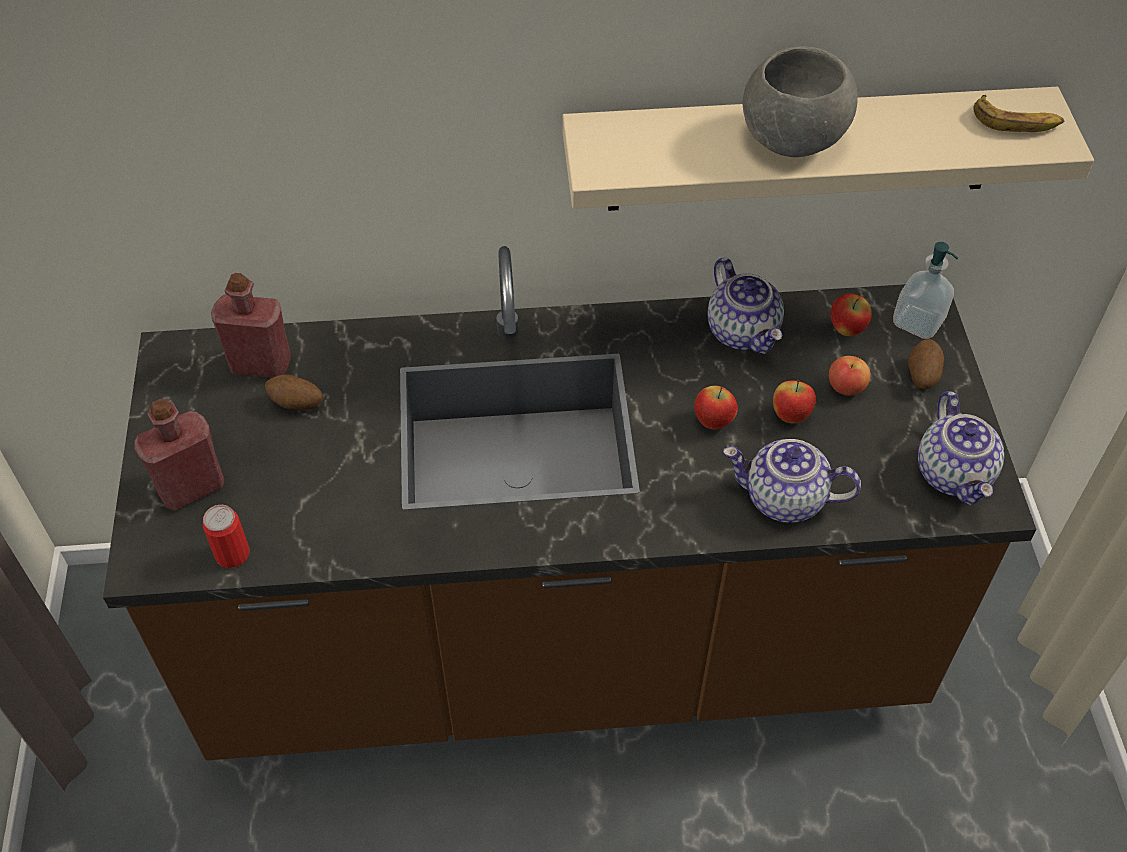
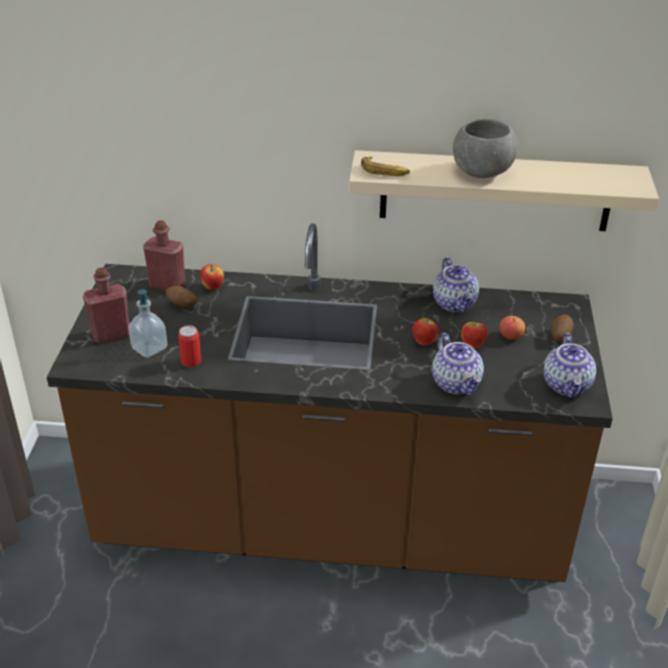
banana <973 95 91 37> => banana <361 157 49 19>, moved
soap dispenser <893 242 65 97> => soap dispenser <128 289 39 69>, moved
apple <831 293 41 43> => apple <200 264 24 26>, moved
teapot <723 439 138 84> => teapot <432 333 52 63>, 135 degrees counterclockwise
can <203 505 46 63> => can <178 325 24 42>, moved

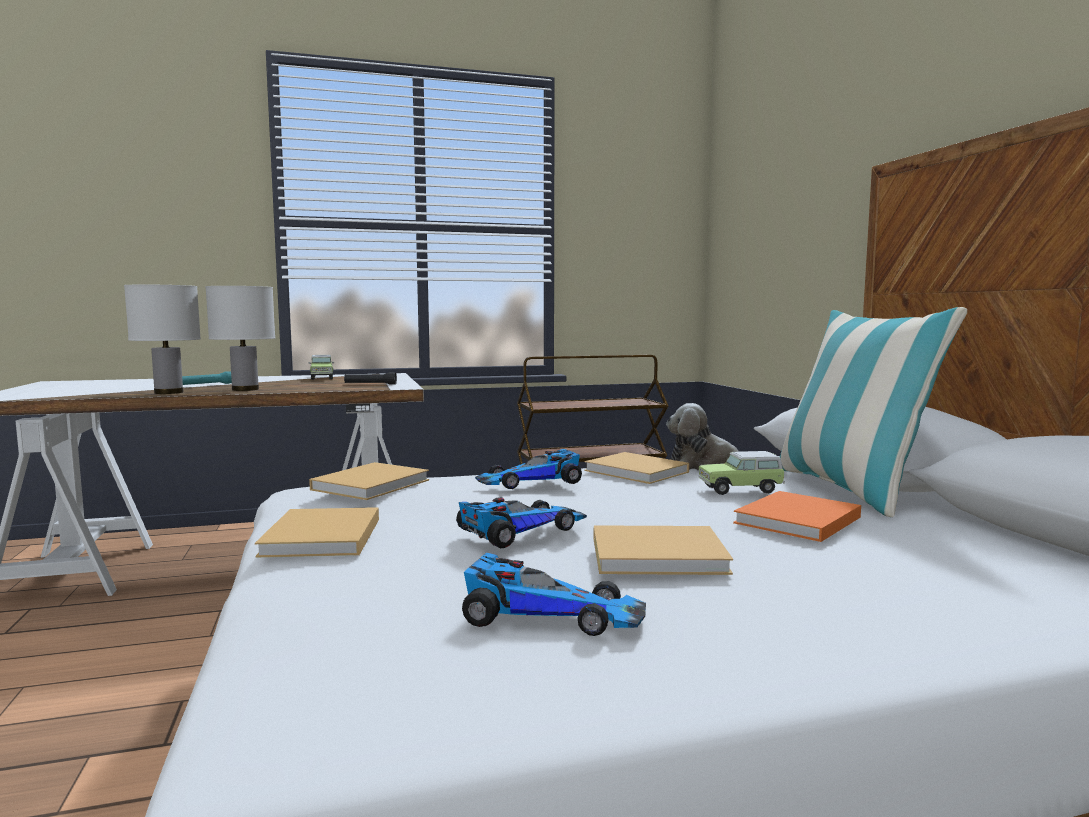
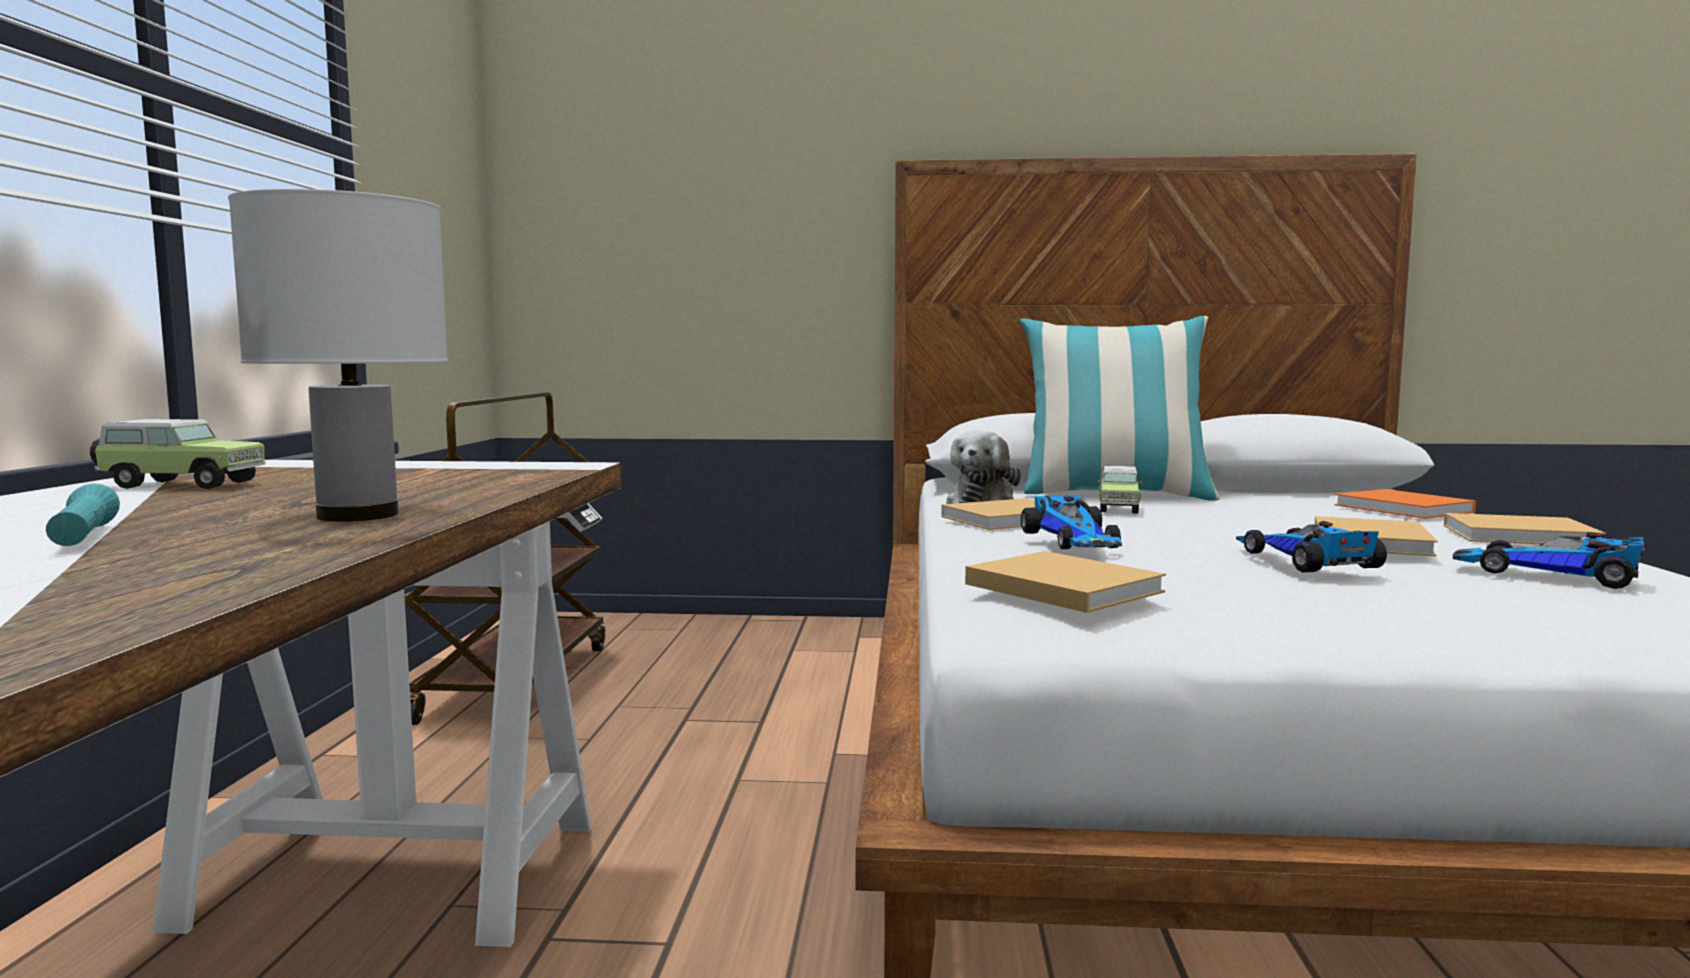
white table lamp <124 285 77 109> => nothing
black flashlight <344 372 53 13> => nothing
orange book <733 491 128 51> => orange book <1335 489 141 30>, moved
beige book <255 507 124 51> => beige book <1444 513 162 32>, moved
toy car <462 552 184 84> => toy car <1453 532 191 57>, 90 degrees counterclockwise

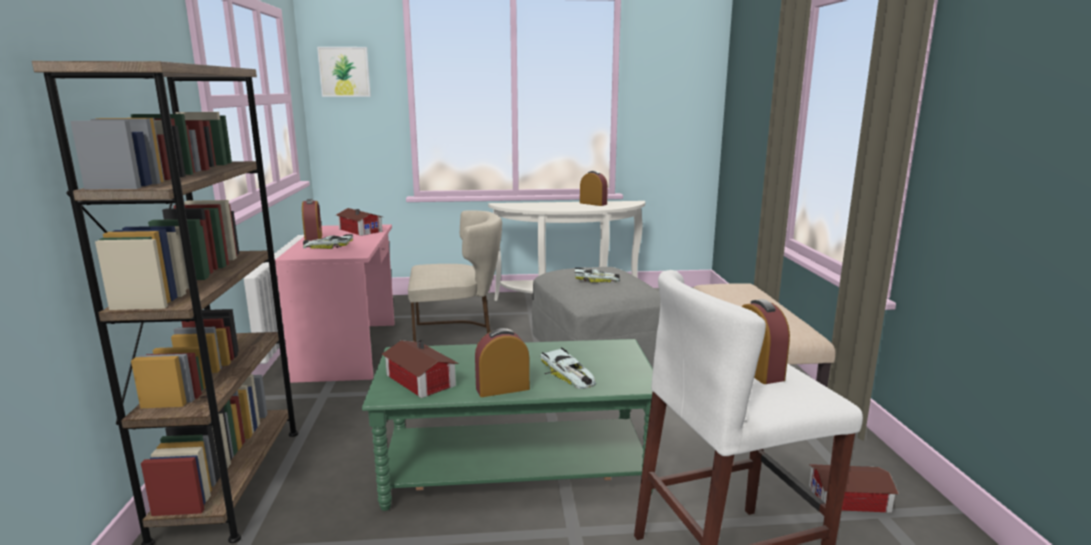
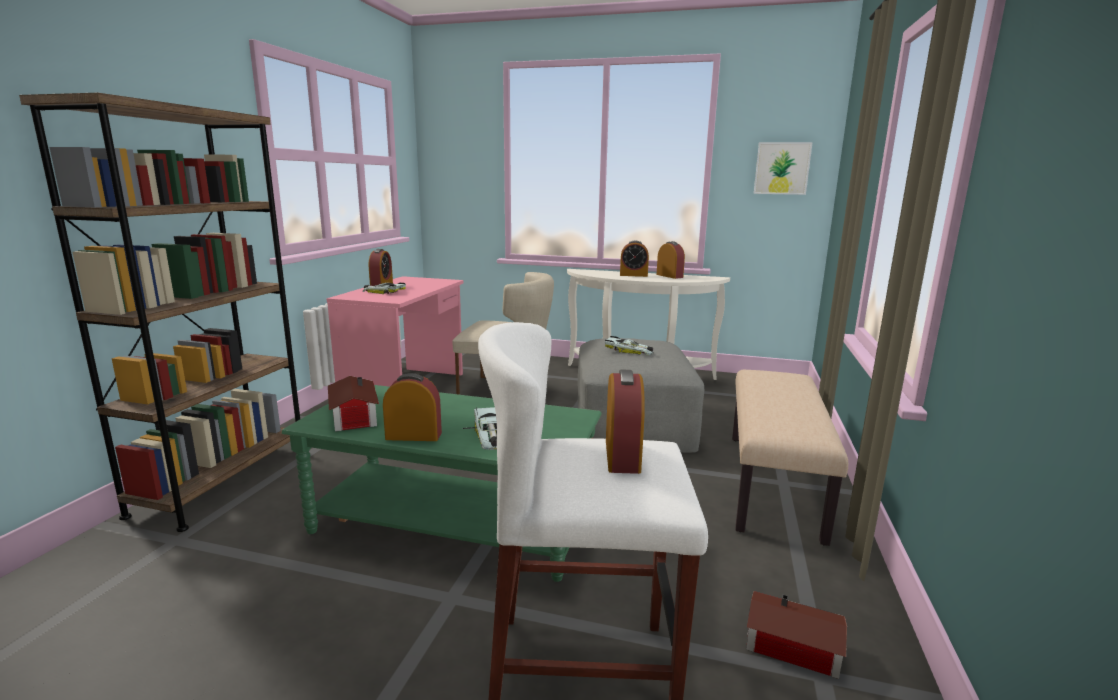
picture <317 47 54 50> => picture <754 142 59 53>, moved
toy house <336 208 47 28> => nothing
nothing => alarm clock <620 240 29 37>

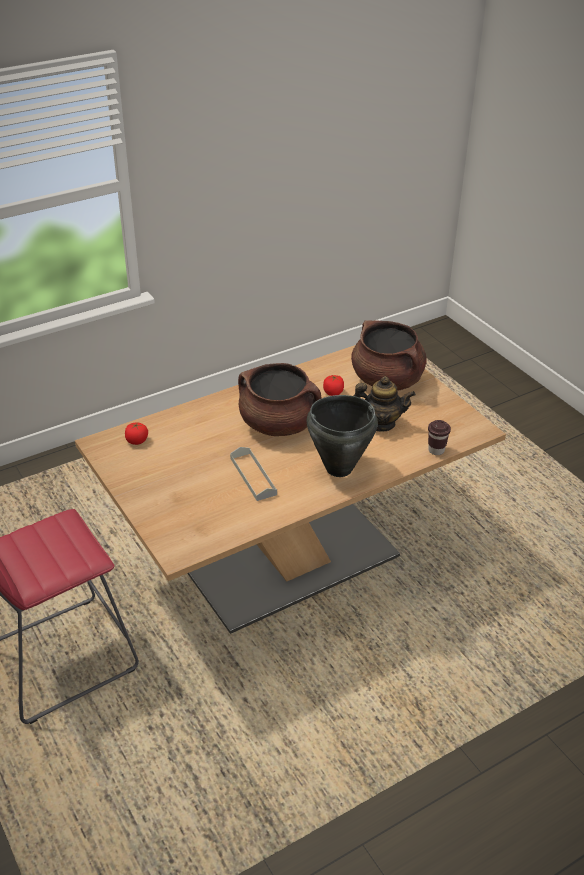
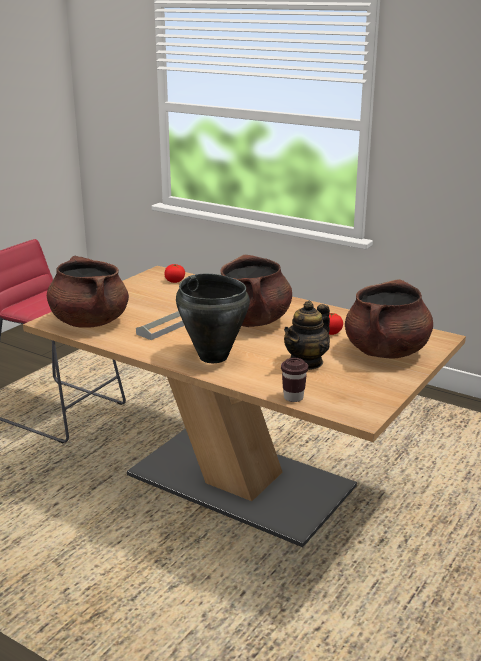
teapot <354 376 62 55> => teapot <284 301 46 69>, 60 degrees clockwise
nothing => brown cooking pot <47 256 82 72>

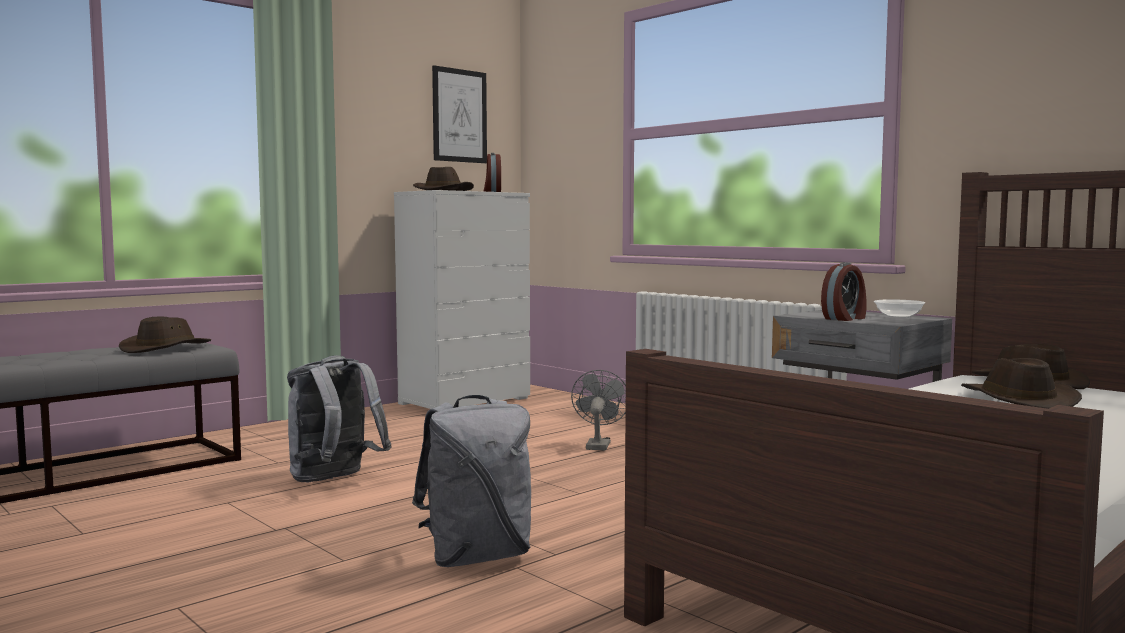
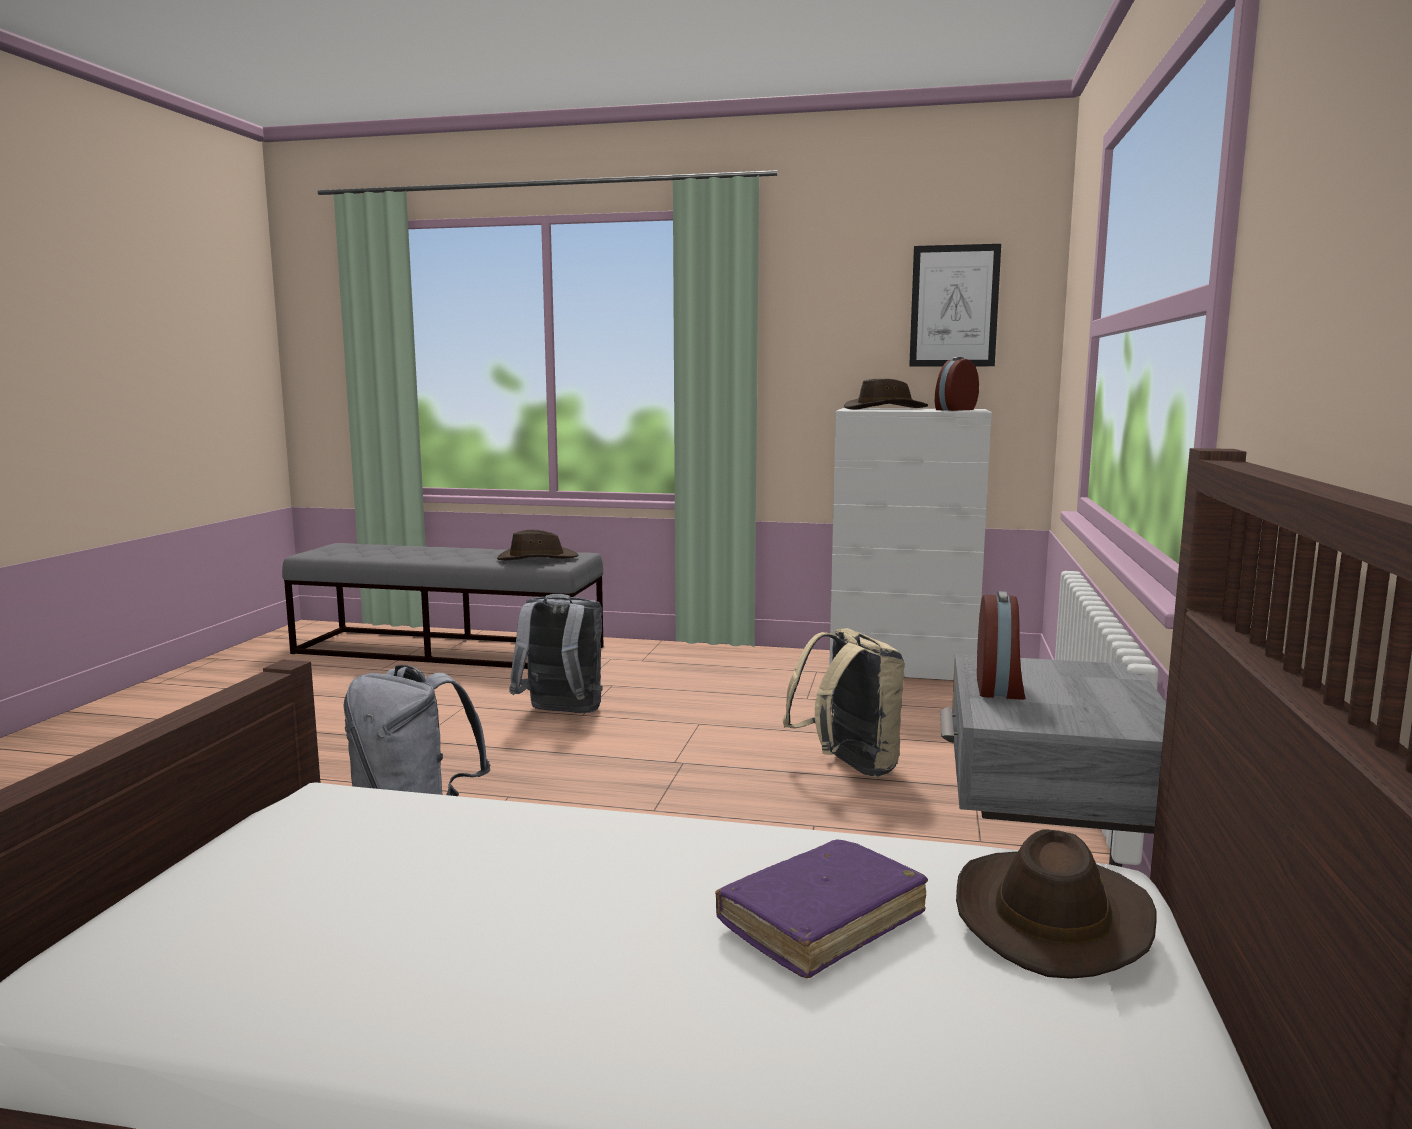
alarm clock <821 262 46 59> => alarm clock <977 591 49 109>, 90 degrees counterclockwise
bowl <874 299 51 19> => nothing
brown hat <961 358 121 51> => purple book <715 840 213 138>
grey fan <571 370 55 81> => beige backpack <783 628 122 149>

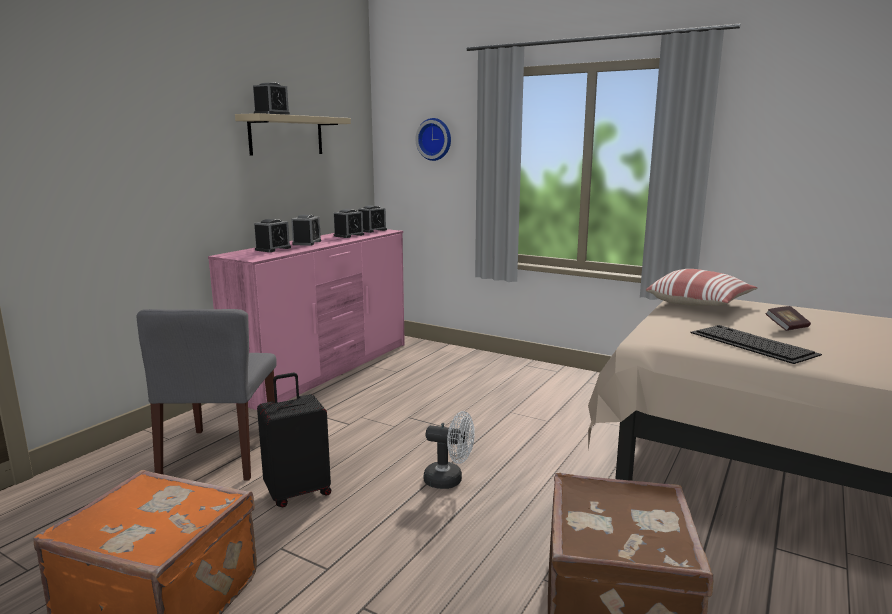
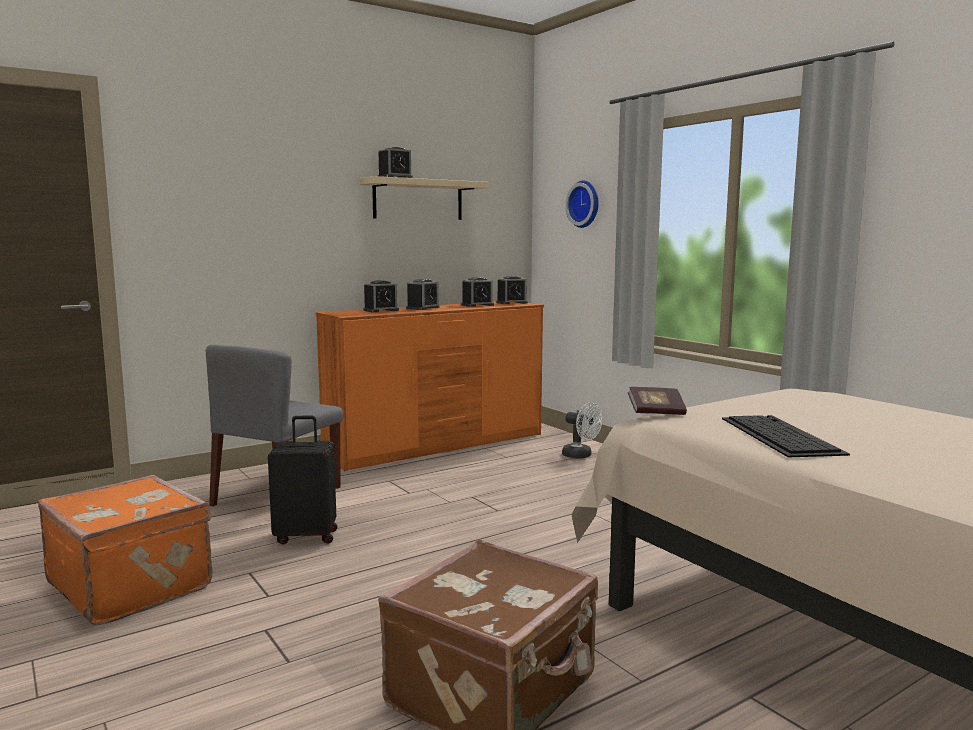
pink dresser <208 229 197 181> => orange dresser <316 302 228 169>
pillow <646 269 111 37> => nothing
book <765 306 46 25> => book <628 387 59 28>, moved
white fan <424 411 51 78> => white fan <562 402 41 57>, moved

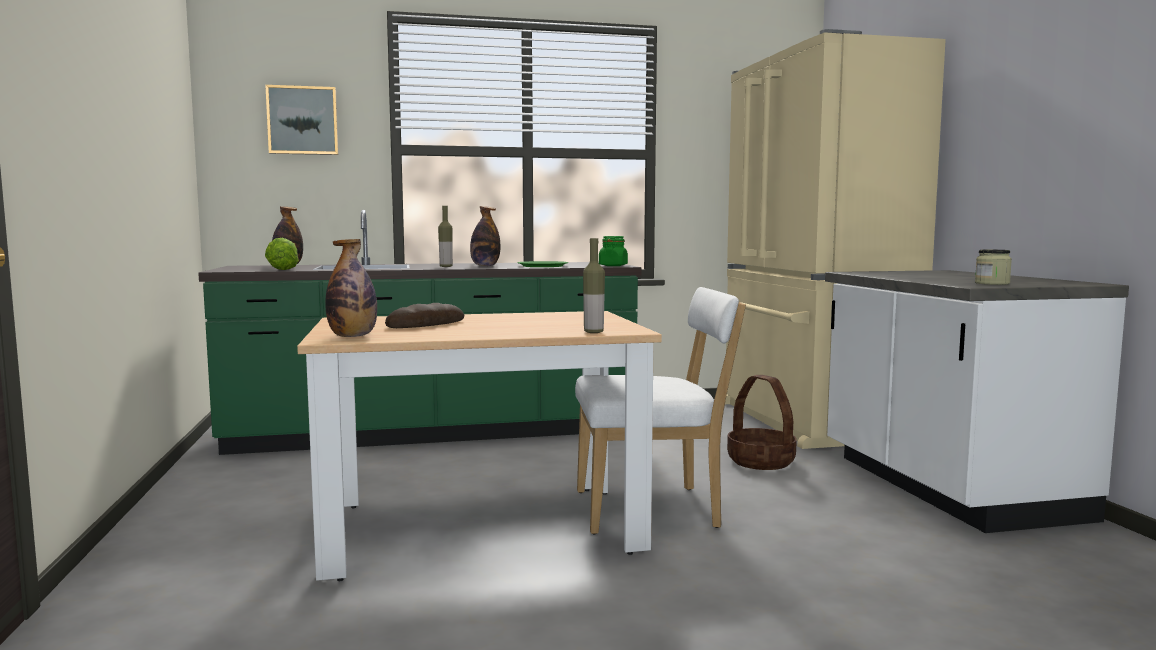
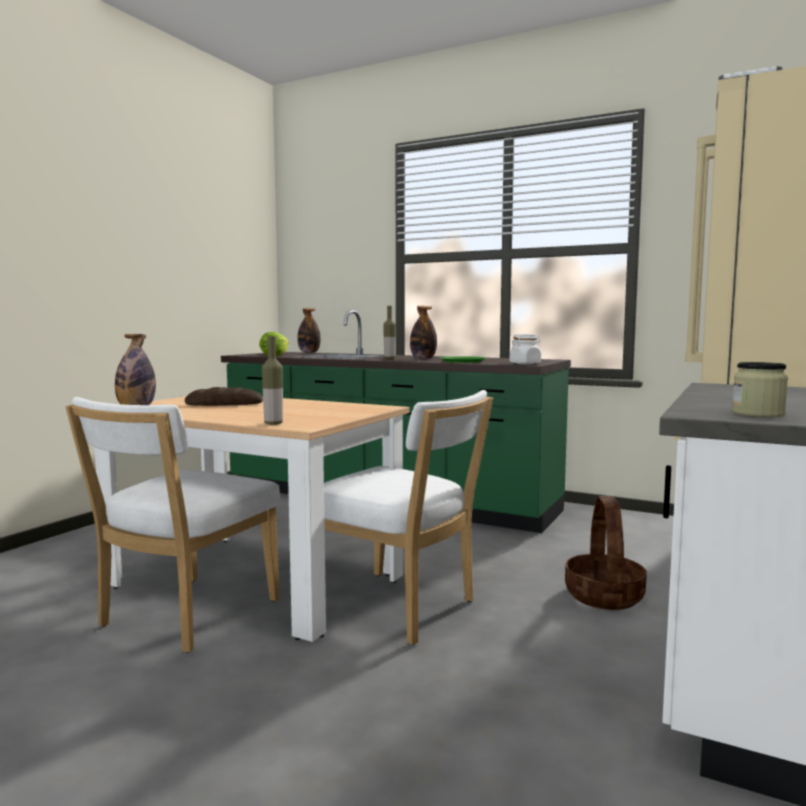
picture <265 85 74 70> => nothing
green jar <599 236 29 30> => white jar <510 334 31 30>
nothing => white chair <65 397 216 256>

